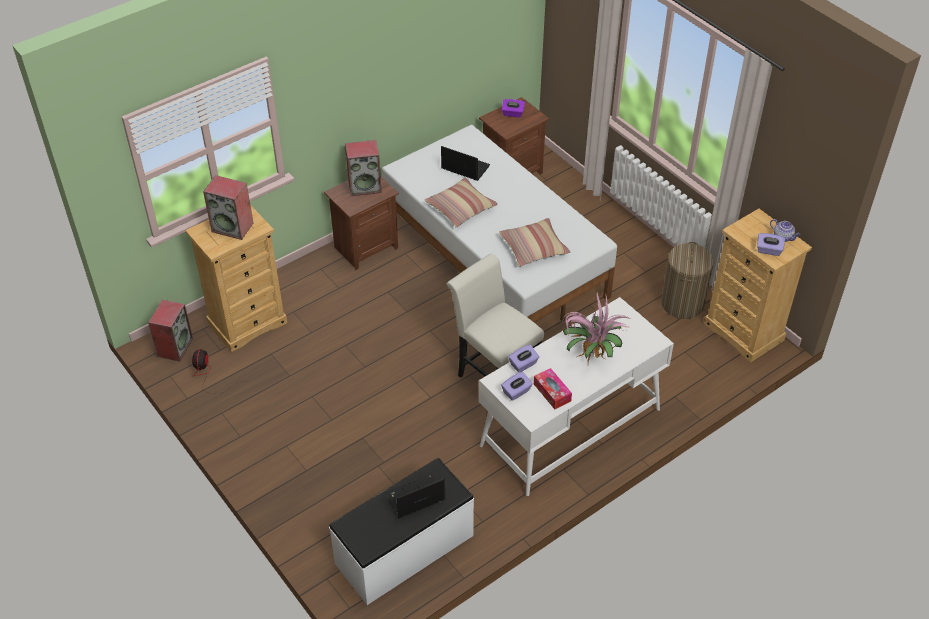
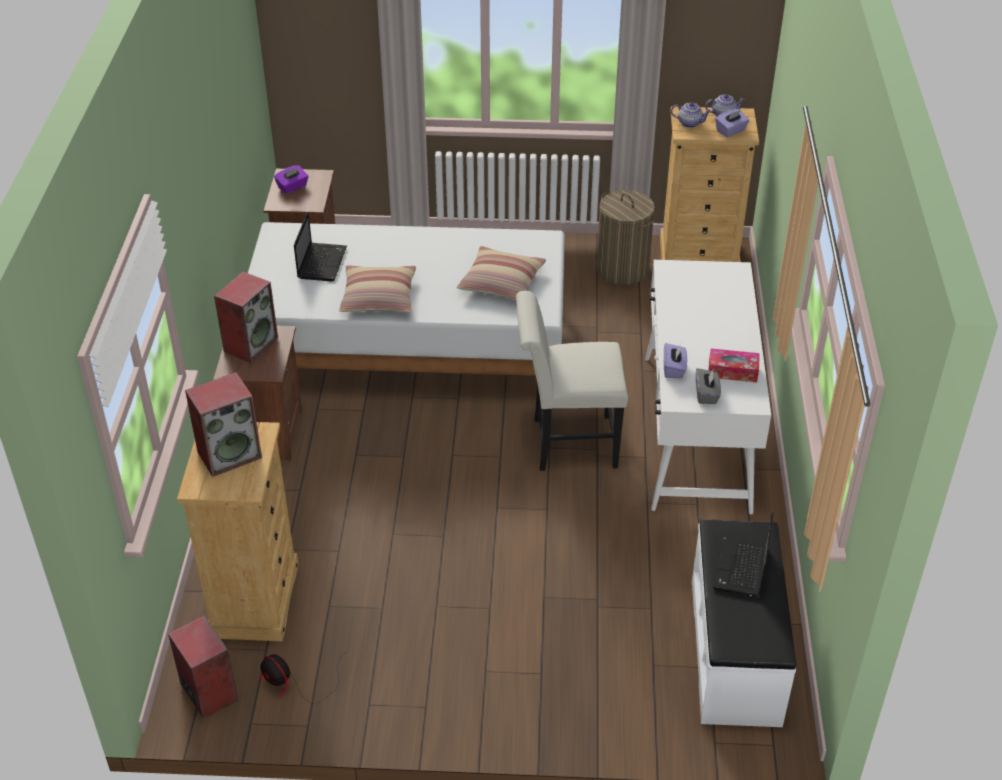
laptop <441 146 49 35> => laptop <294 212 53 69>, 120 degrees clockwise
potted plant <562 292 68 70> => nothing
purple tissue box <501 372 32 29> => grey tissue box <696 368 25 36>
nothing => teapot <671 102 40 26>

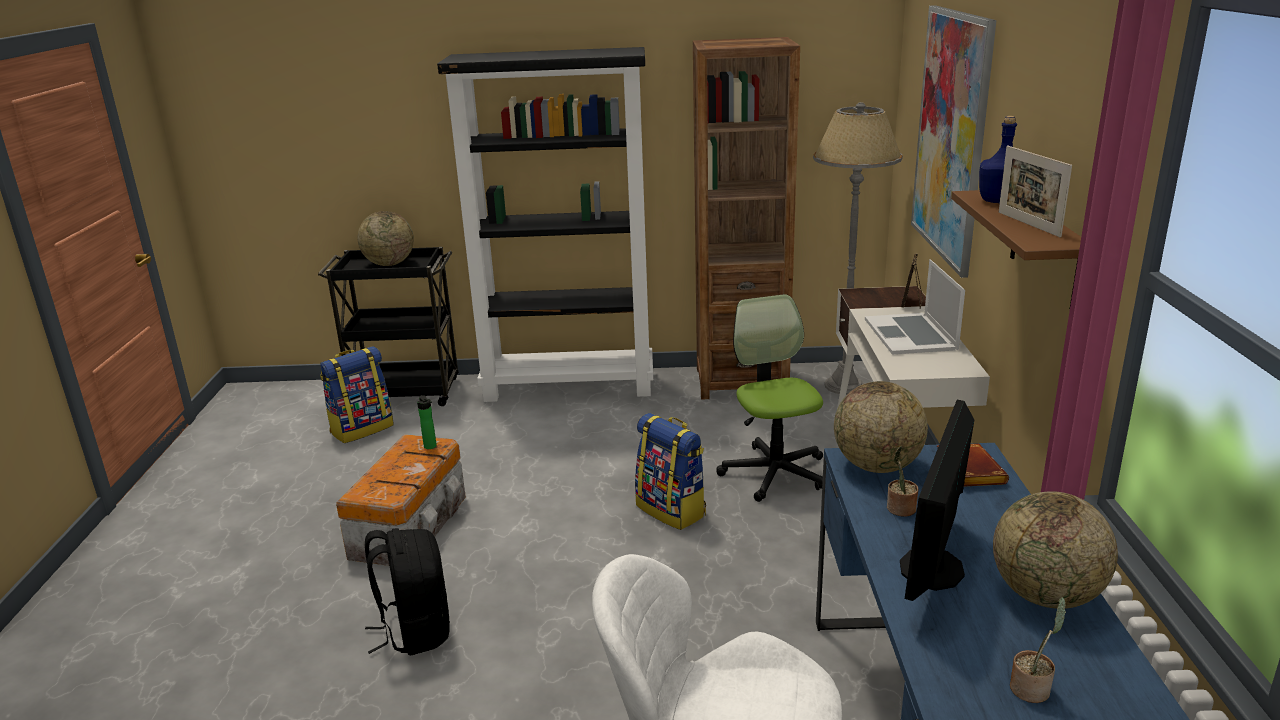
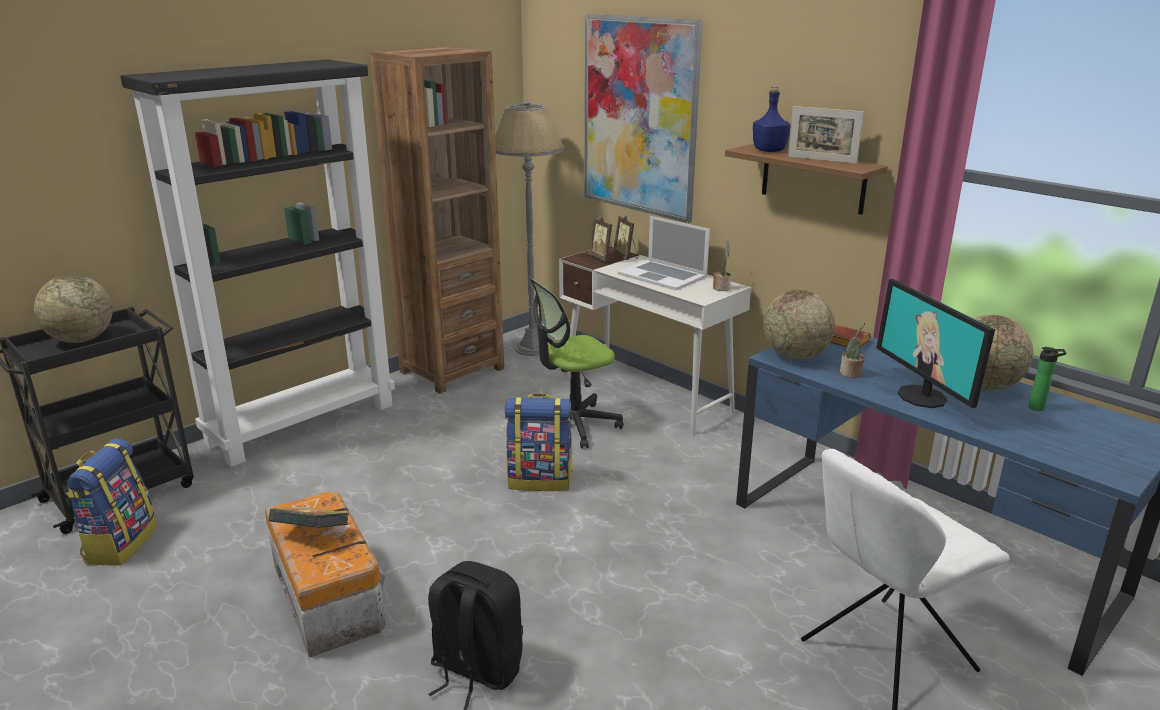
office chair <716 294 107 208> => office chair <530 279 93 170>, 60 degrees counterclockwise
bottle <417 395 20 54> => bottle <1028 347 38 64>, moved
potted plant <1010 597 56 106> => potted plant <713 240 18 51>, moved
nothing => picture frame <589 217 27 45>
nothing => book <269 506 80 22>

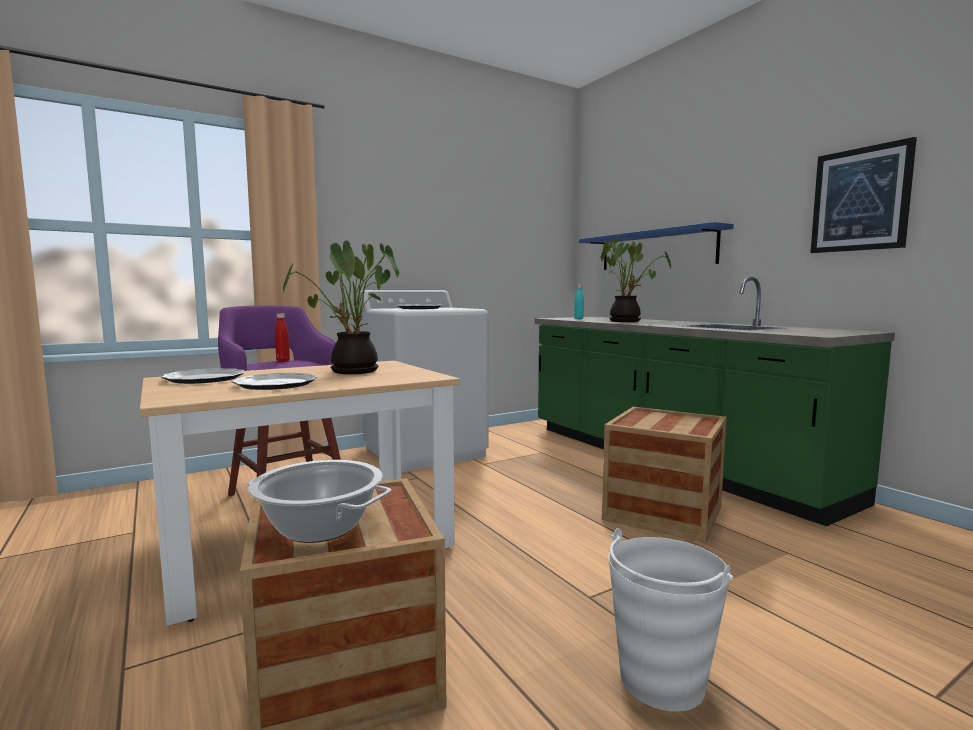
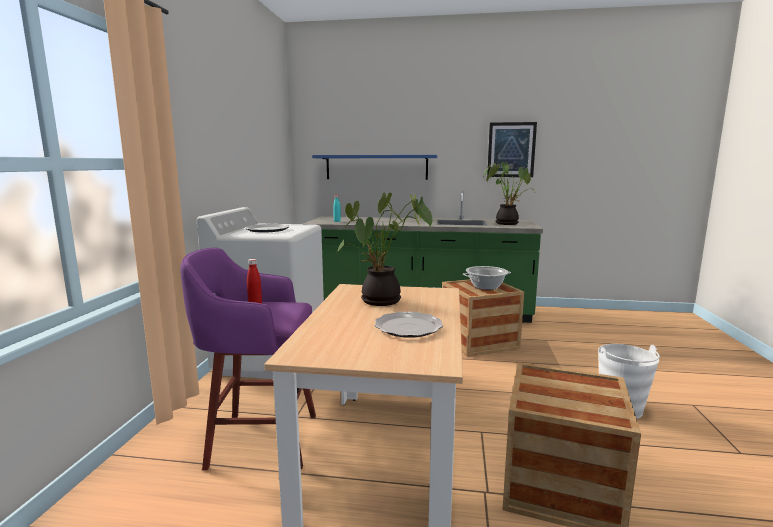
potted plant <601 238 70 84> => potted plant <484 162 51 63>, moved
plate <161 368 84 16> => nothing
cooking pot <247 460 144 83> => cooking pot <463 266 48 24>, moved

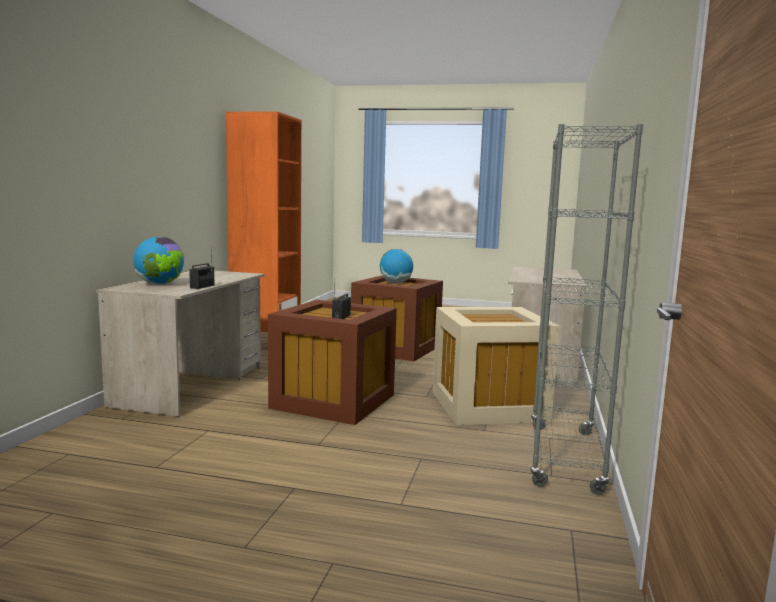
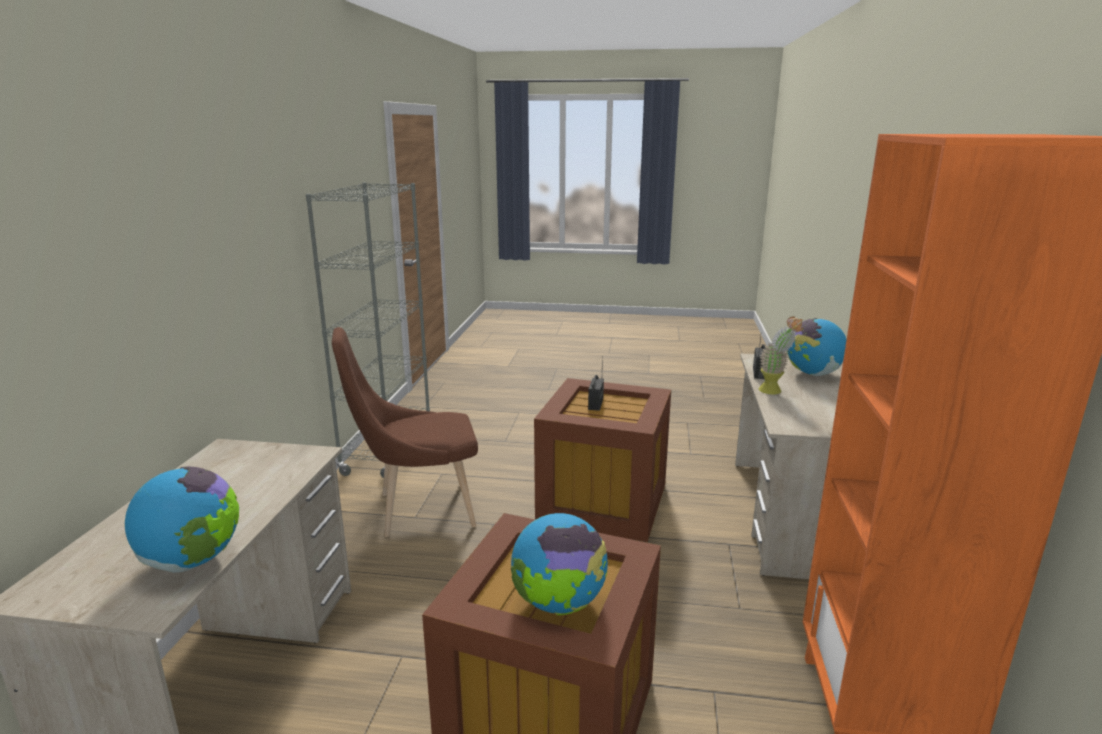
beige storage box <433 307 126 118> => brown chair <332 327 146 210>
nothing => potted plant <758 317 45 77>
nothing => globe <125 467 114 105>

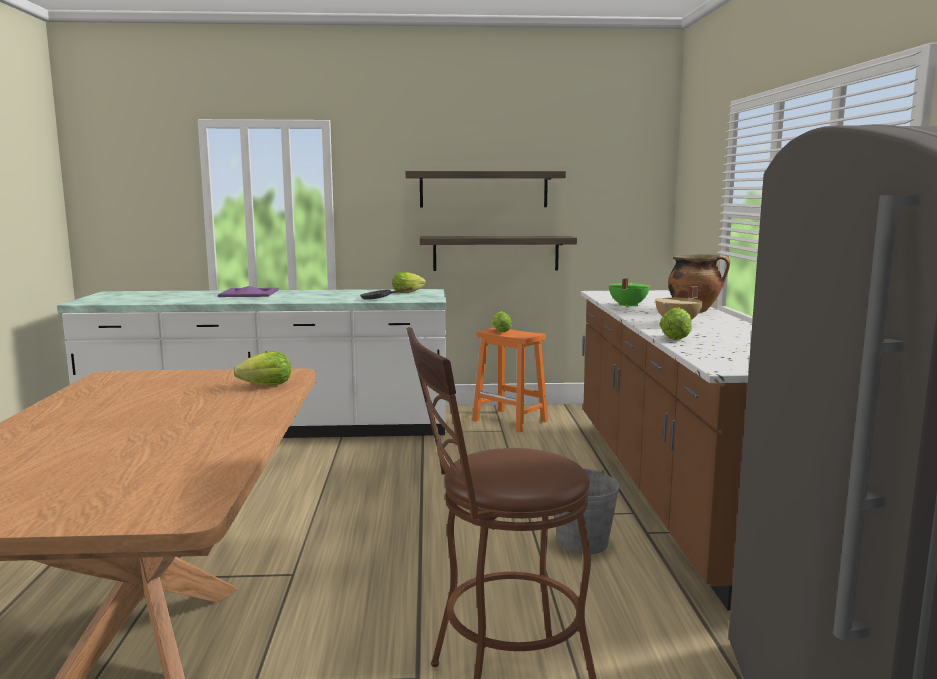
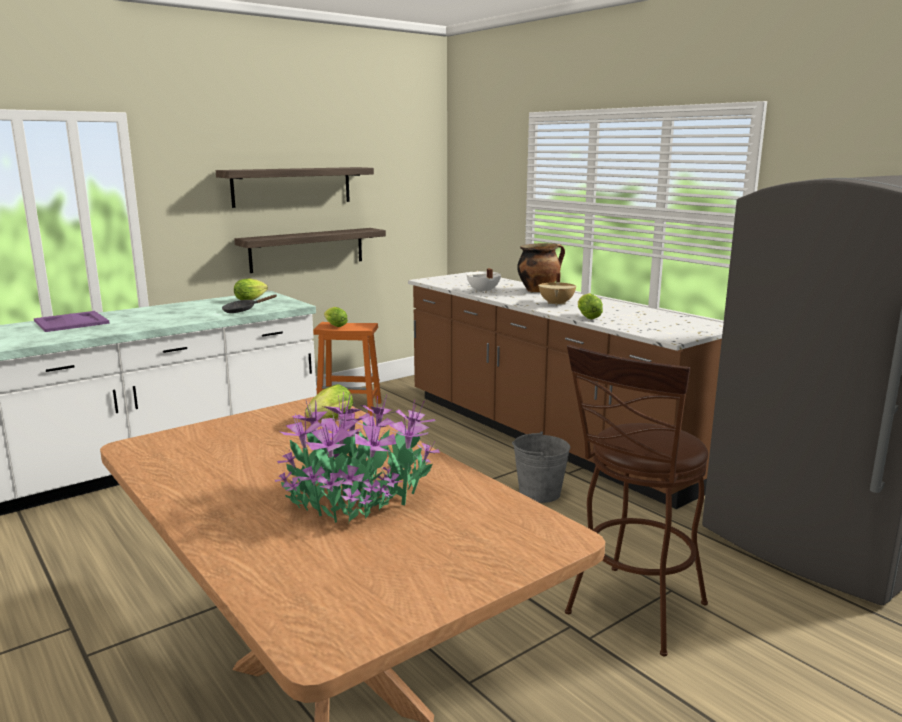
green cooking pot <609 278 41 29> => white cooking pot <466 268 35 25>
nothing => potted plant <275 392 165 131>

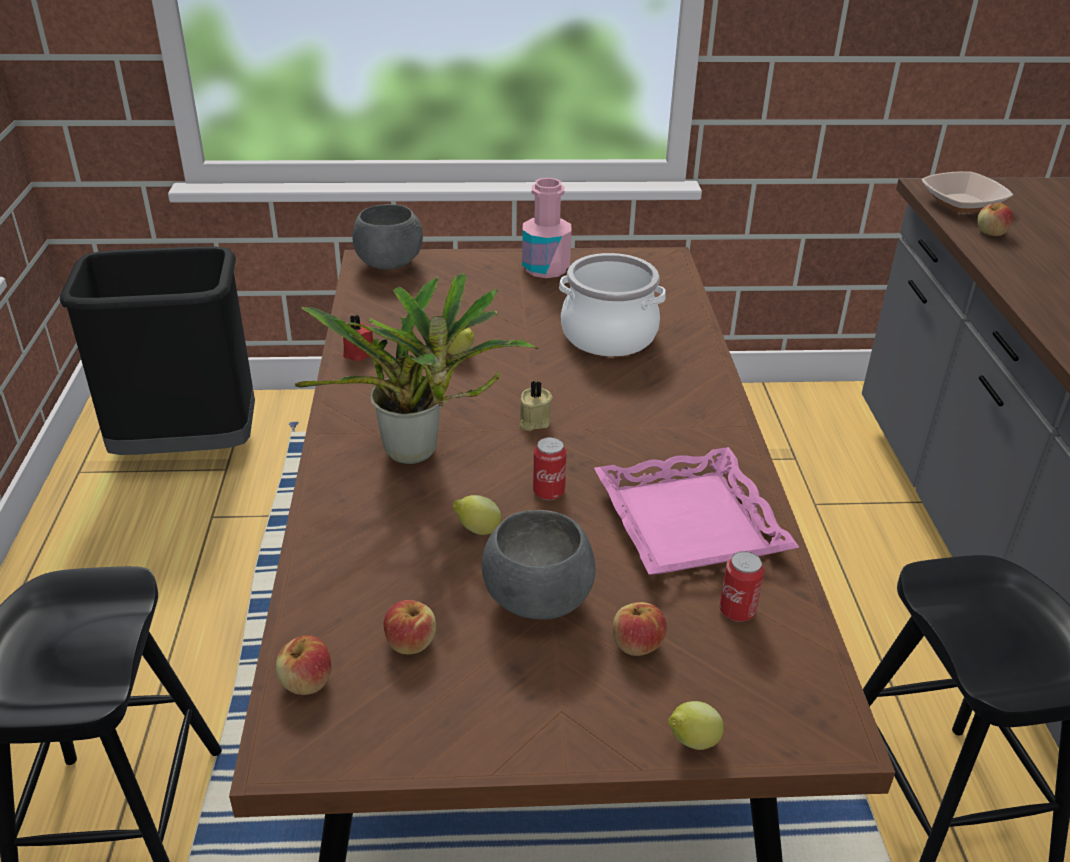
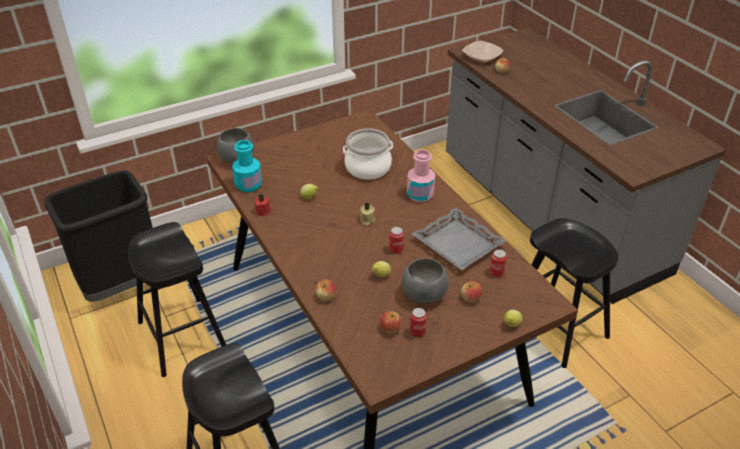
pink bottle <522 178 49 100> => pink bottle <407 149 29 53>, moved
potted plant <295 273 243 191> => nothing
pink tray <594 447 205 127> => grey tray <412 207 94 63>
apple <276 635 55 60> => apple <315 279 21 22>, moved
nothing => turquoise bottle <232 140 30 52>
nothing => black stool <128 222 98 155>
nothing => can <410 308 17 29>

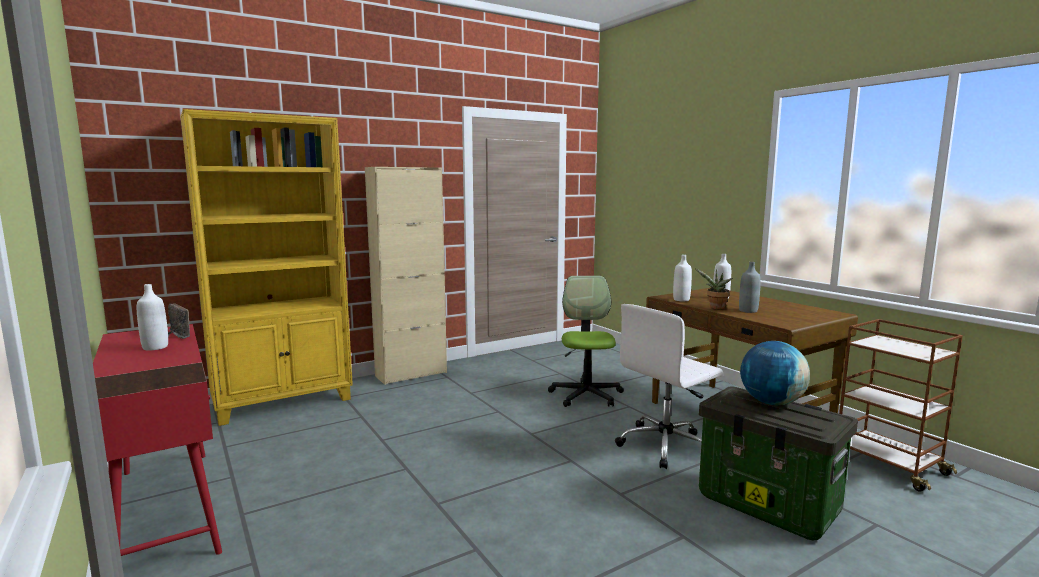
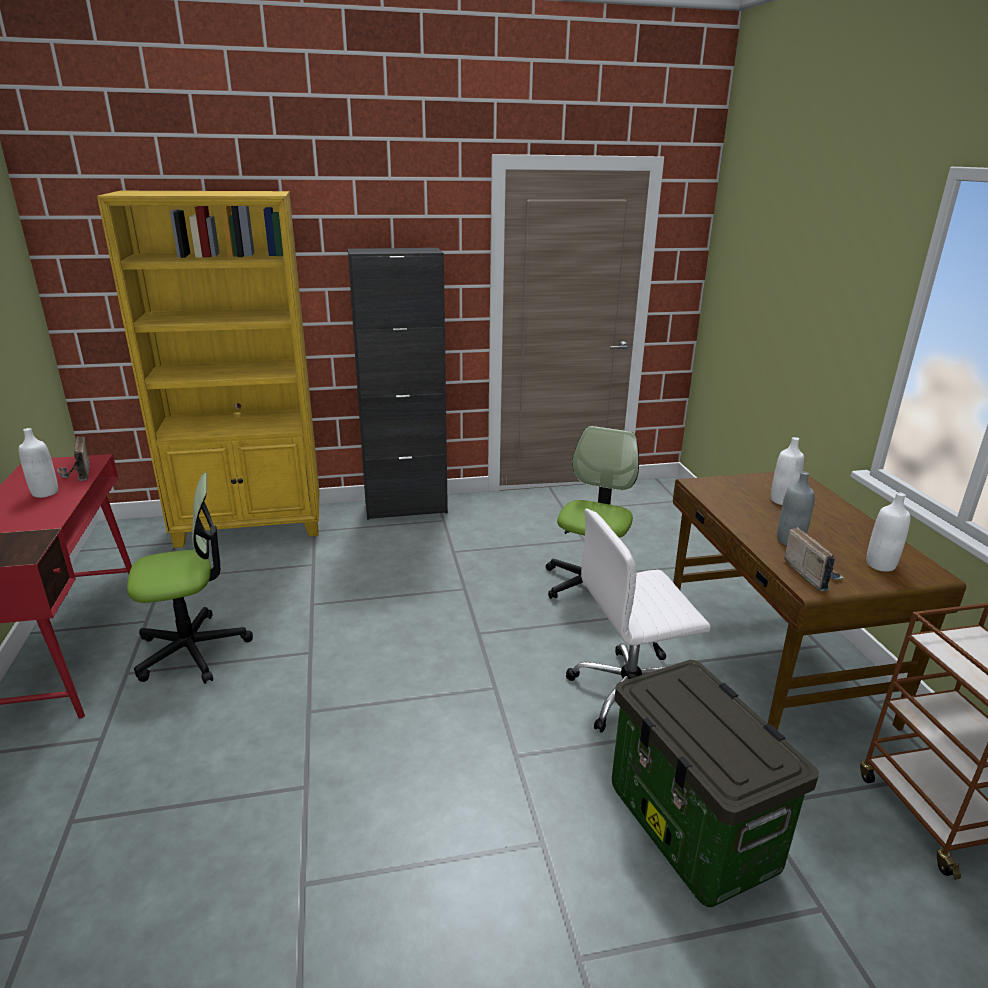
beige cabinet <365 167 82 218> => black cabinet <348 248 100 272>
white bottle <673 255 19 46> => white bottle <866 492 45 80>, moved
potted plant <695 269 38 40> => nothing
globe <740 341 70 64> => nothing
nothing => office chair <127 472 126 212>
nothing => radio <784 527 60 64>

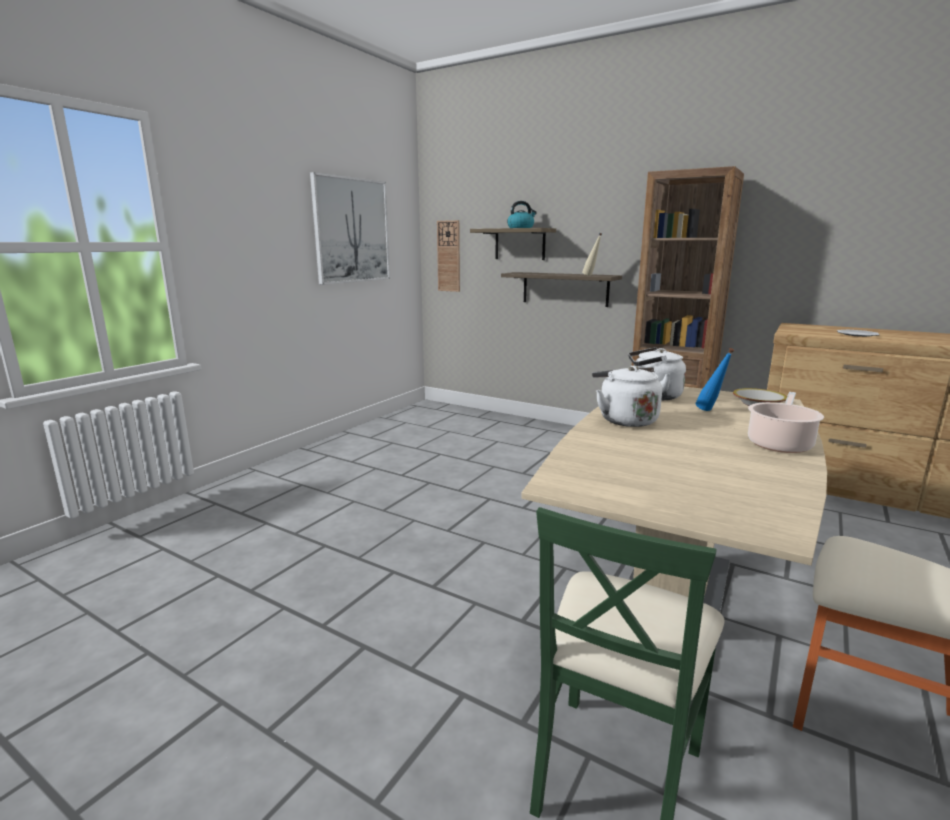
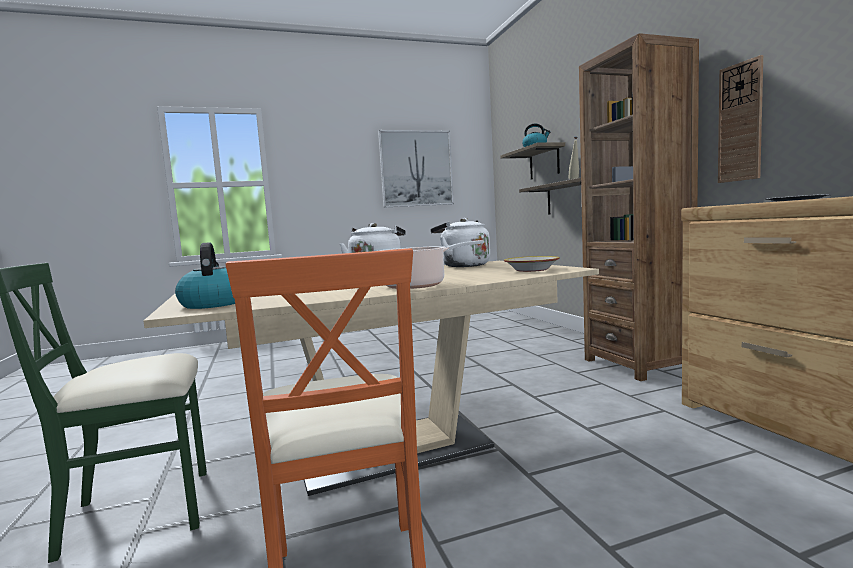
wall clock <437 220 23 72> => wall clock <718 55 45 128>, moved
blue bottle <696 348 38 63> => nothing
nothing => kettle <175 242 60 67>

